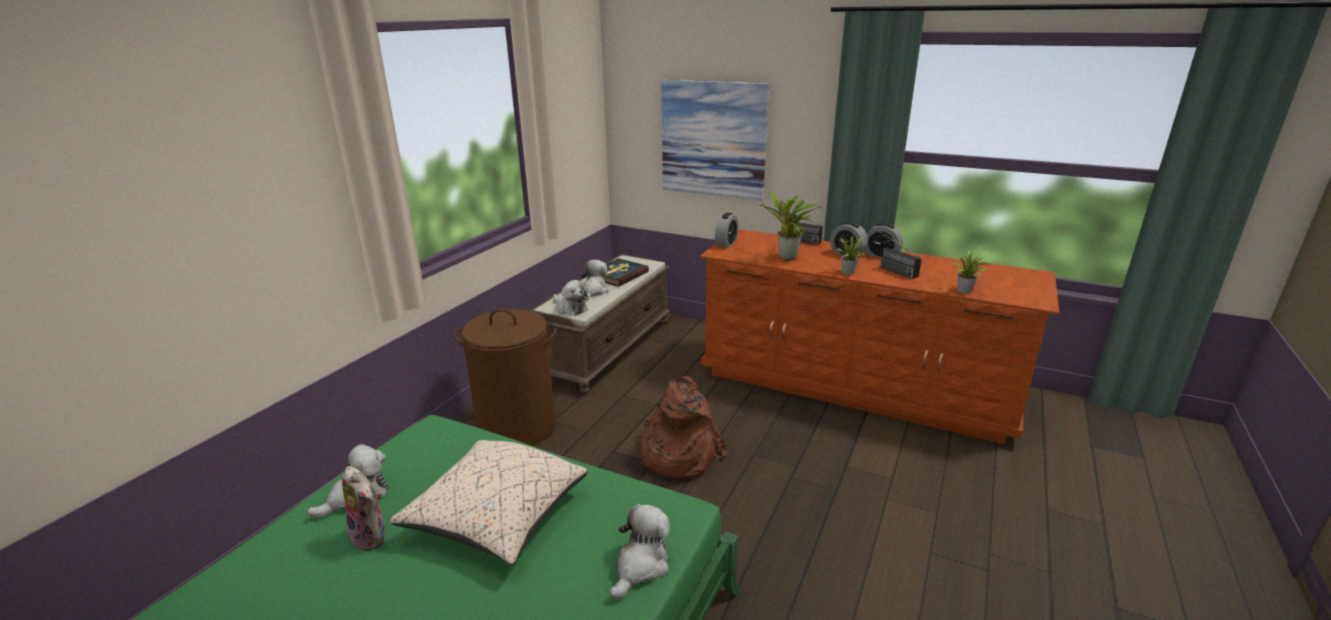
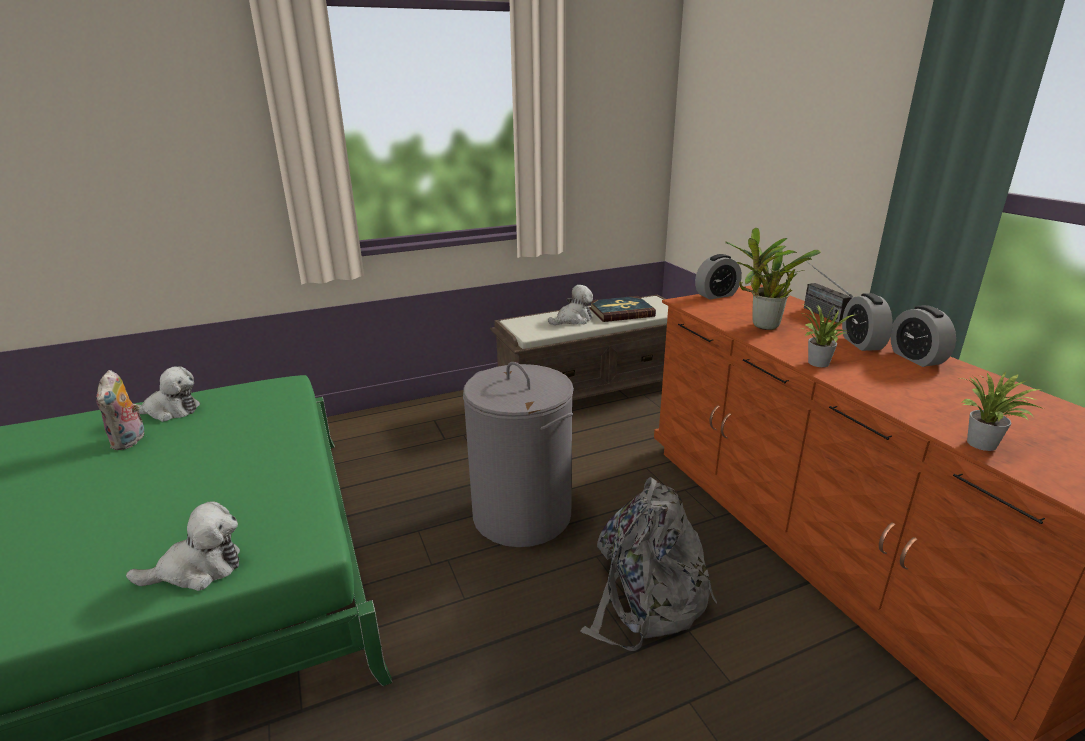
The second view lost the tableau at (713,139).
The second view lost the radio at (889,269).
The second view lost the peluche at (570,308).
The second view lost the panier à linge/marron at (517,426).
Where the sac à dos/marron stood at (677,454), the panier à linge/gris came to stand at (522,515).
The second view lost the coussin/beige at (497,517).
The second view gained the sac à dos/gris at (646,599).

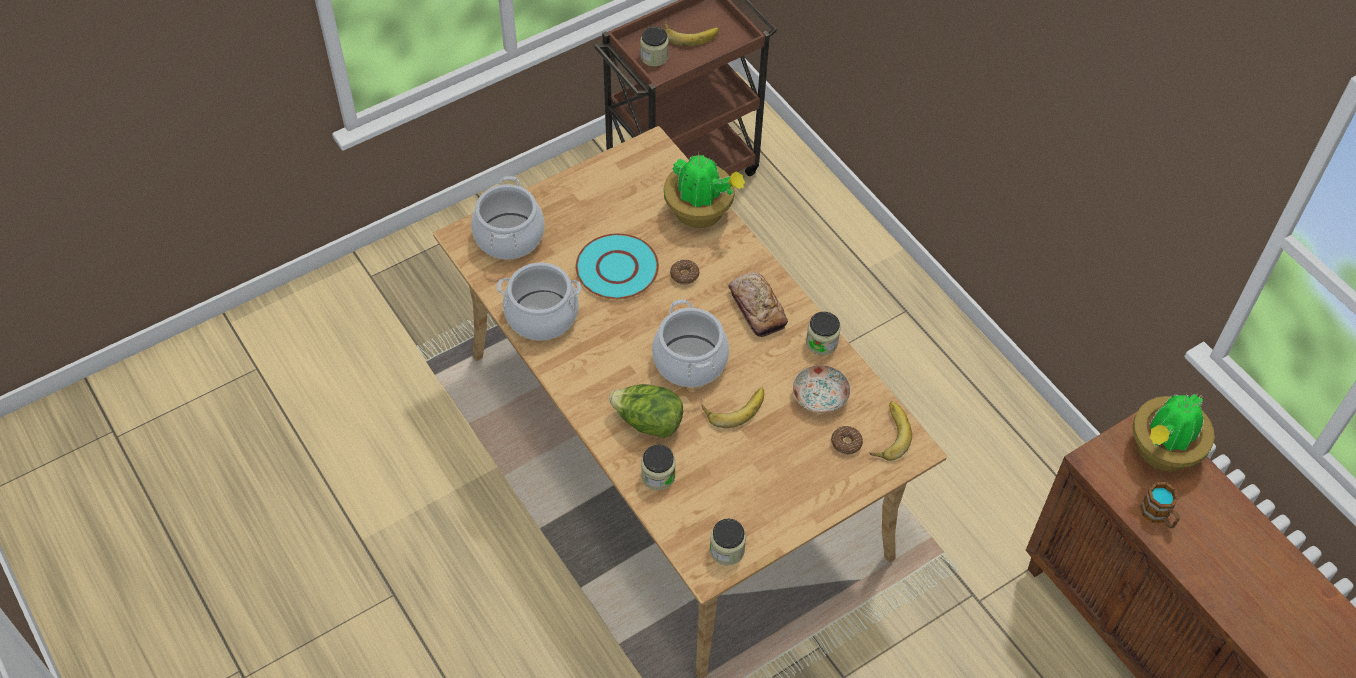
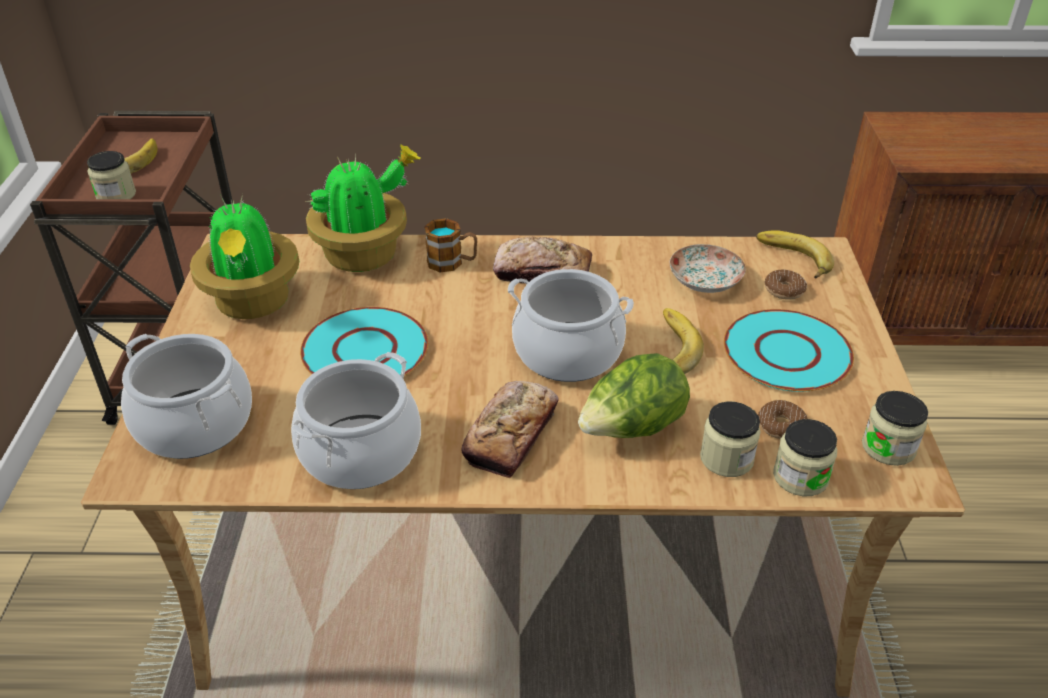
The beignet ended up elsewhere, having gone from (684,275) to (781,426).
The bocal ended up elsewhere, having gone from (821,342) to (800,477).
The plante en pot ended up elsewhere, having gone from (1162,451) to (253,303).
The mug ended up elsewhere, having gone from (1158,516) to (452,262).
The second view gained the assiette/turquoise at (786,353).
The second view gained the pain at (511,435).

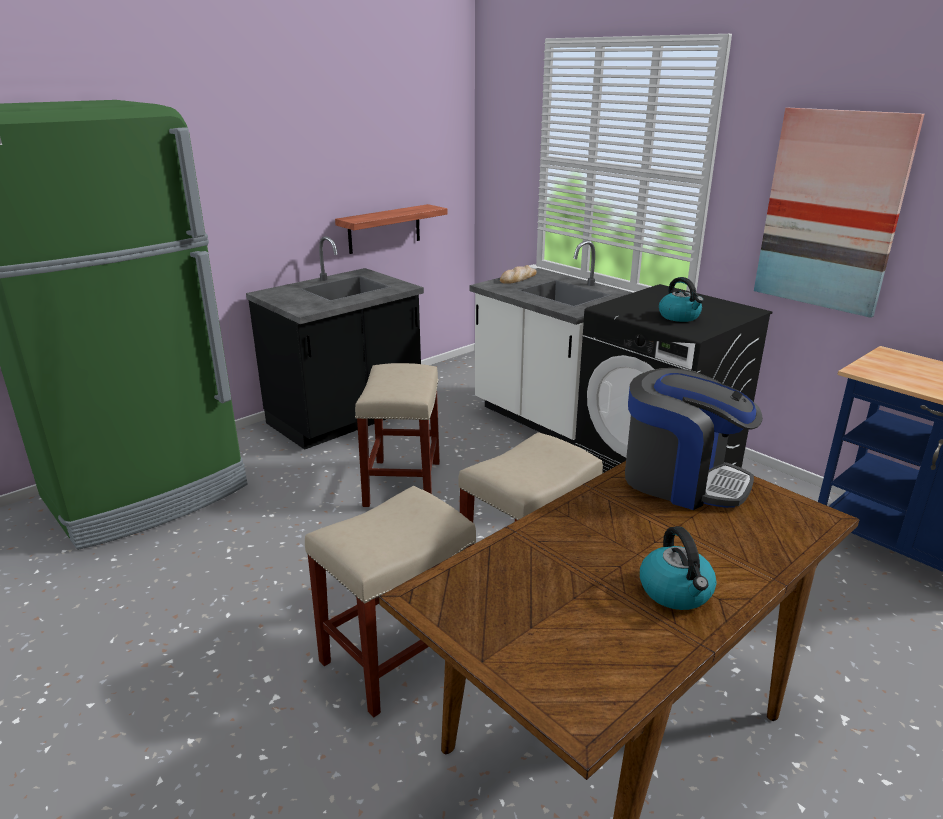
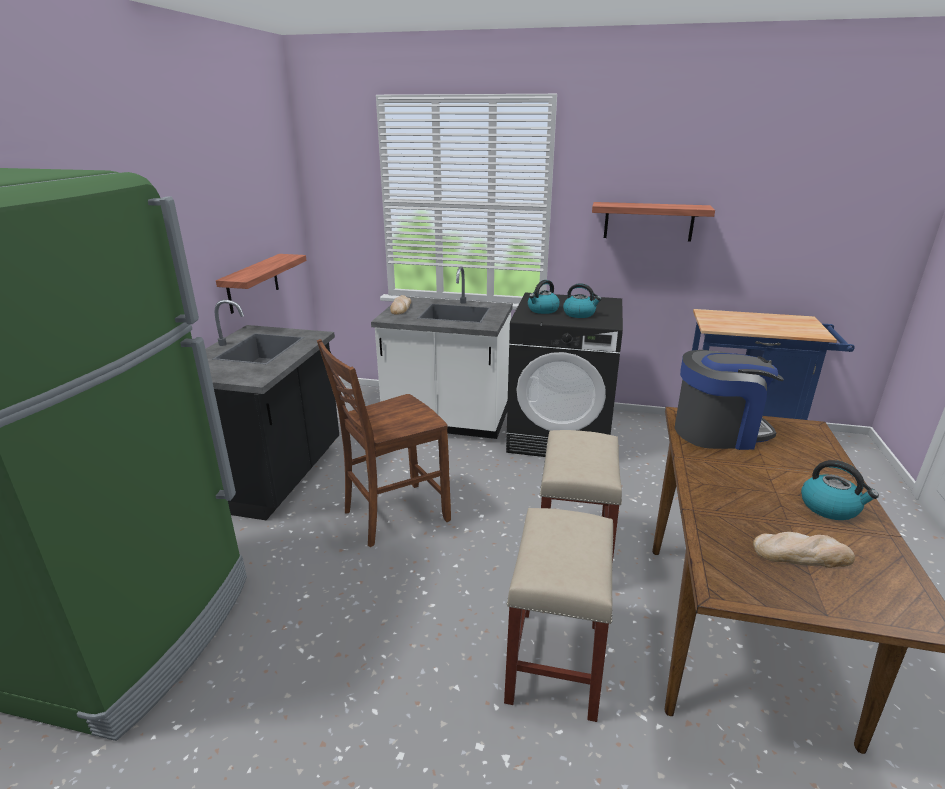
Where the tableau hung at (831,211), the étagère came to hang at (648,221).
Where the tabouret/beige stood at (402,482), the chaise/marron came to stand at (393,515).
The second view gained the bouilloire at (542,310).
The second view gained the pain at (801,554).

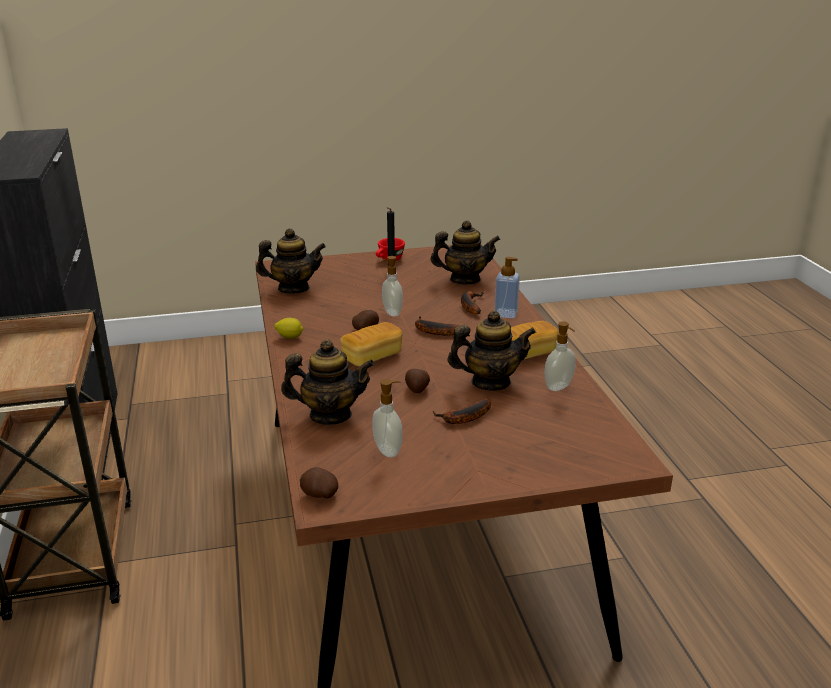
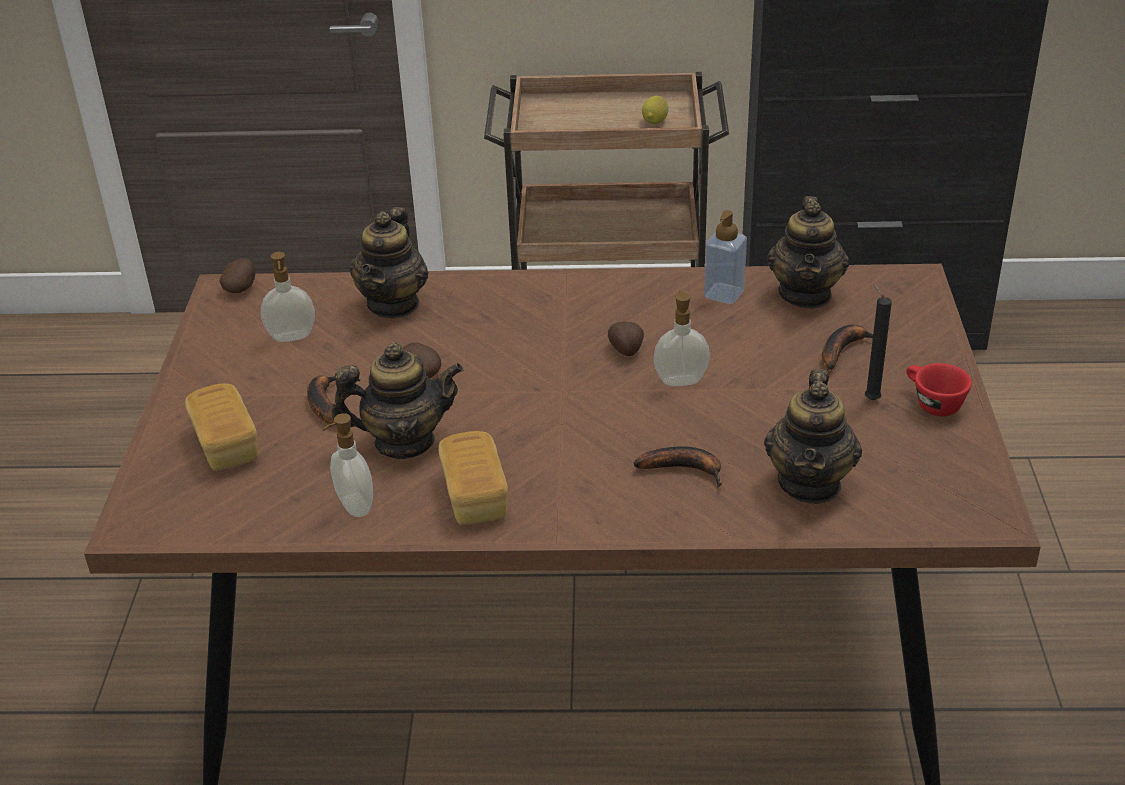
The distributeur de savon ended up elsewhere, having gone from (506,314) to (724,294).
The théière at (490,382) ended up facing another way, 105 degrees counterclockwise from before.
The banane ended up elsewhere, having gone from (433,331) to (844,349).
The citron ended up elsewhere, having gone from (290,337) to (655,121).
The pain ended up elsewhere, having gone from (372,356) to (226,444).

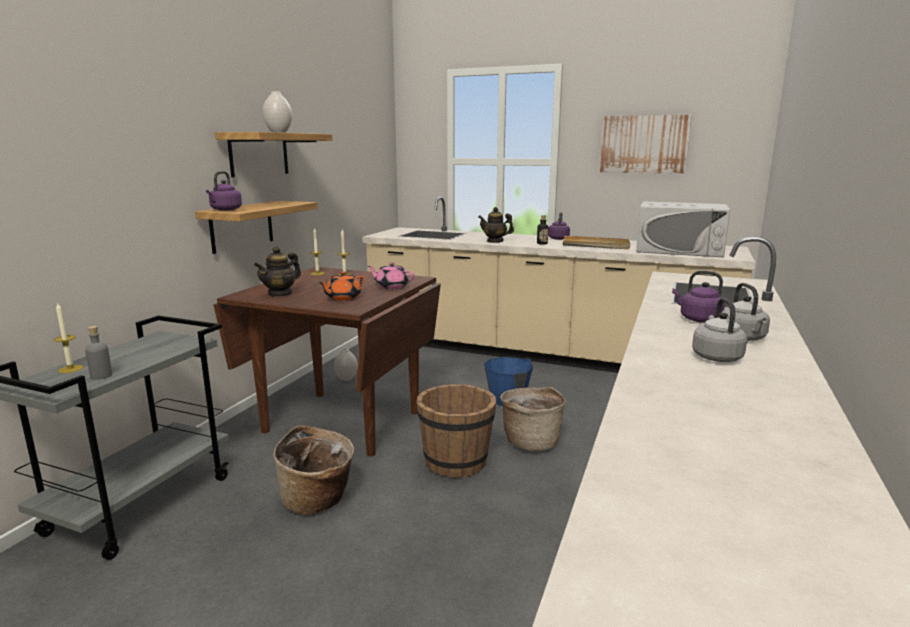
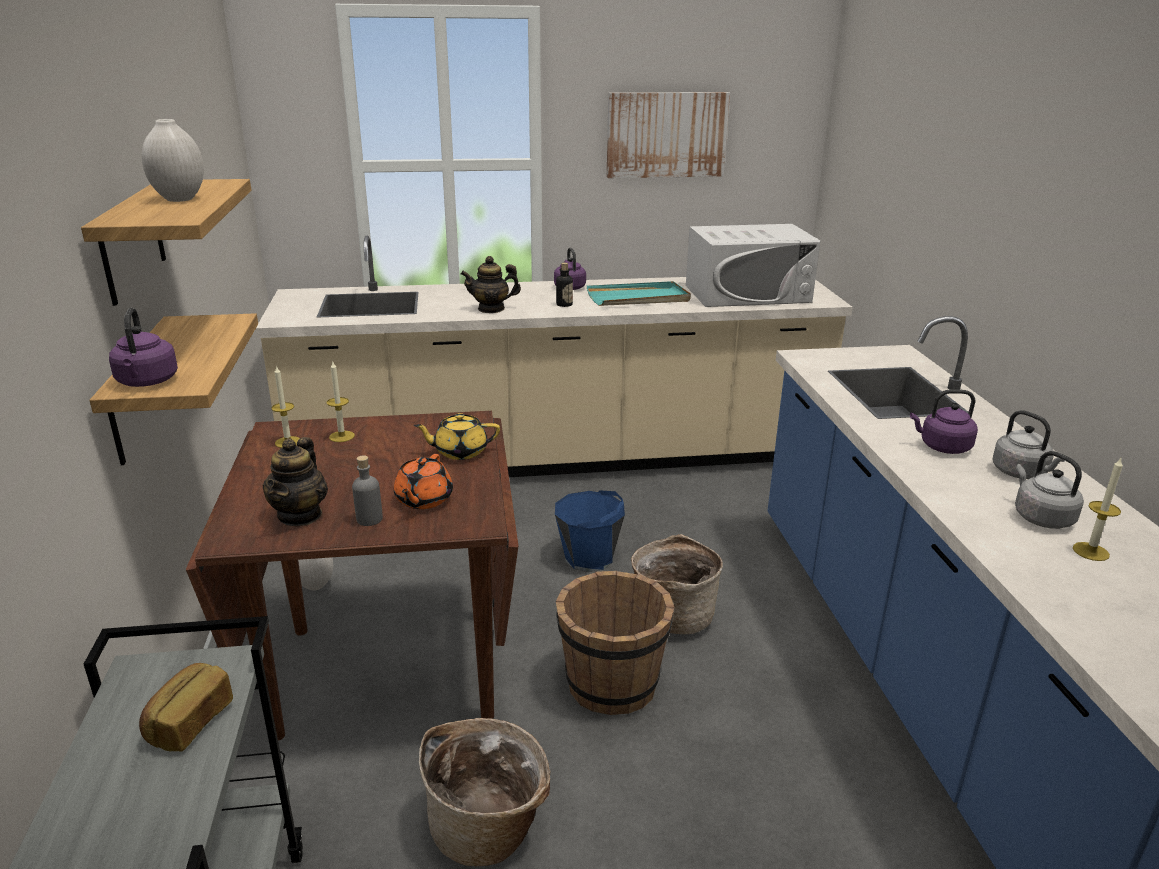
What was the plateau/beige at (596,245) turned into the plateau/turquoise at (638,298).
What was the théière/rose at (391,287) turned into the théière/jaune at (460,451).
The bougie ended up elsewhere, having gone from (70,369) to (1090,551).
The bouteille/gris ended up elsewhere, having gone from (101,376) to (369,519).
The second view gained the pain at (189,722).

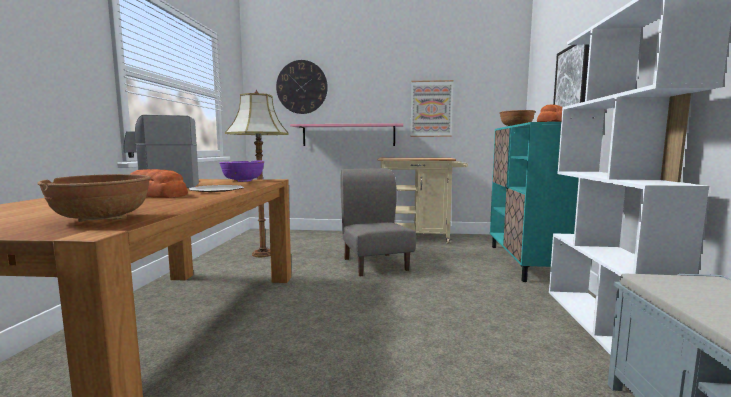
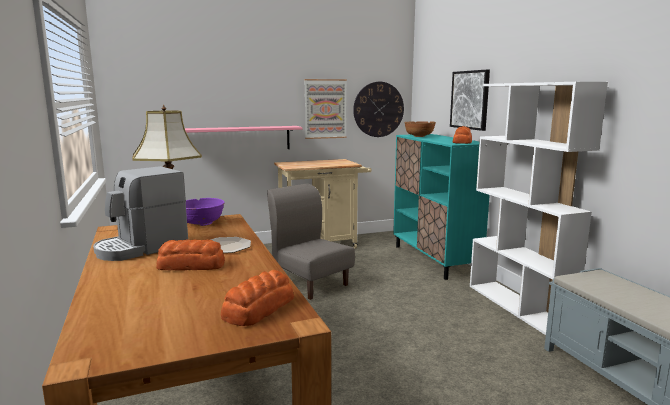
The horloge murale ended up elsewhere, having gone from (302,87) to (378,109).
Where the bol/marron stood at (102,219), the pain came to stand at (258,308).

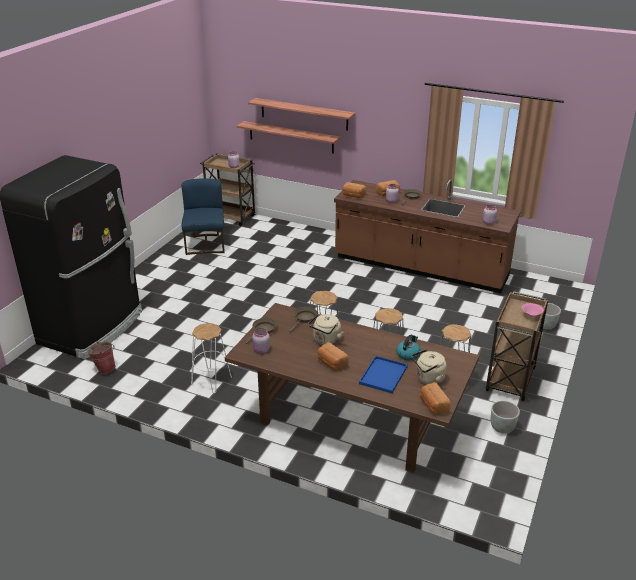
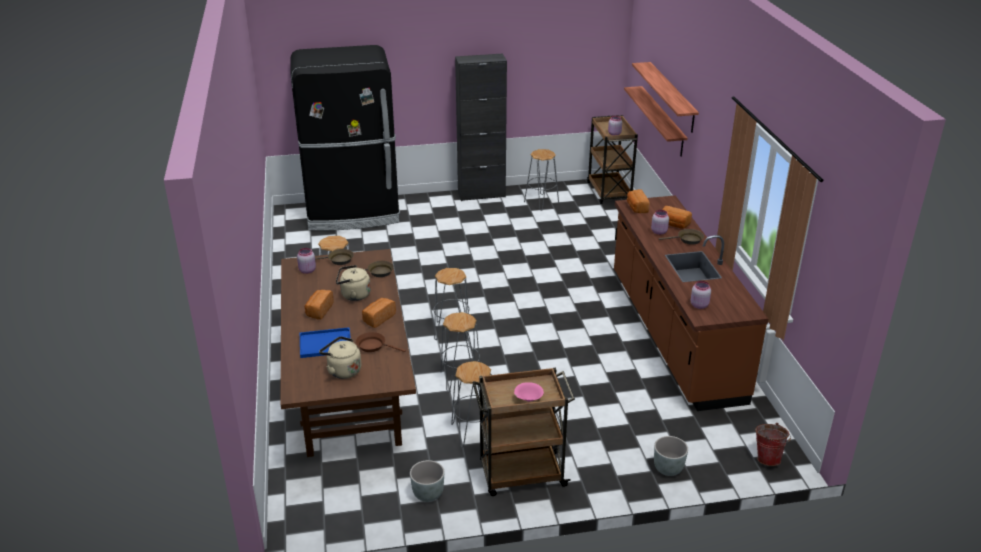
Where the chaise/bleu stood at (205,244), the tabouret/gris came to stand at (541,202).
Where the bouilloire stood at (408,354), the poêle/marron came to stand at (373,346).
The seau ended up elsewhere, having gone from (104,368) to (768,457).
The pain ended up elsewhere, having gone from (433,405) to (378,318).
The second view gained the meuble de rangement/noir at (481,194).

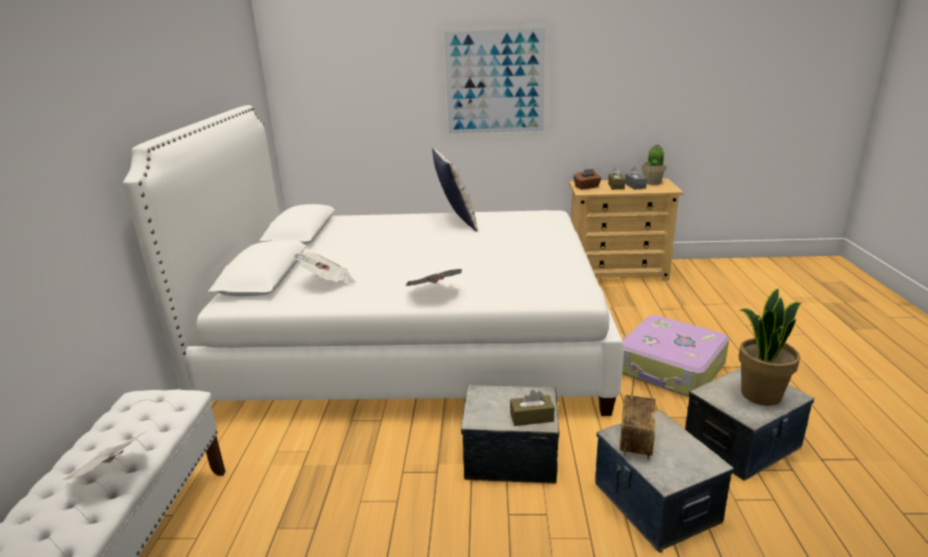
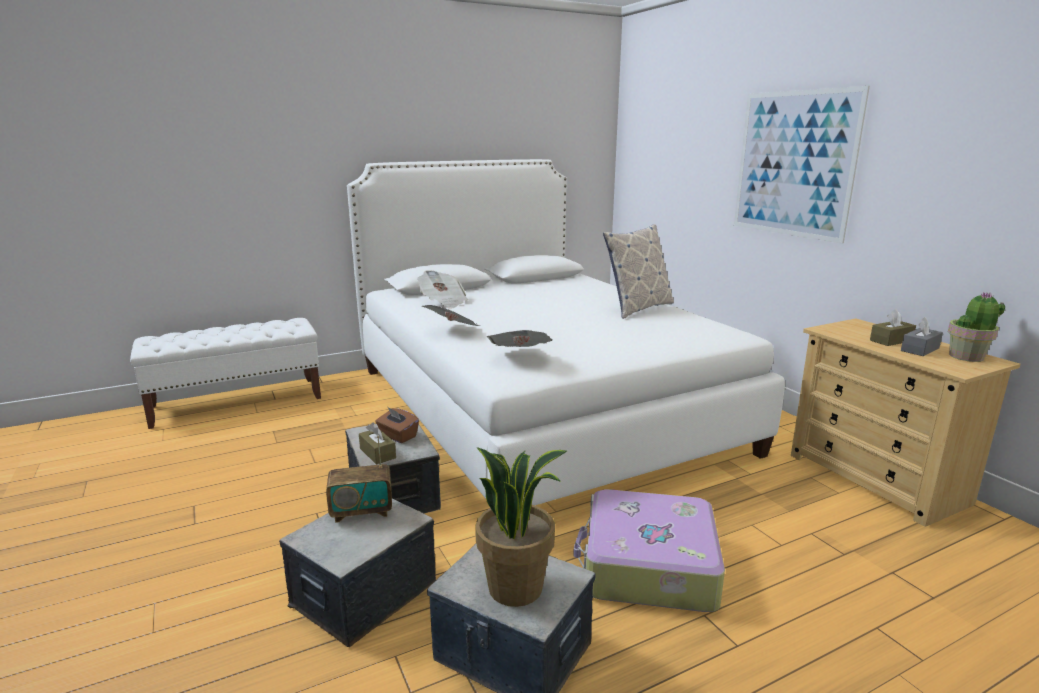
The boîte à mouchoirs/marron ended up elsewhere, having gone from (587,187) to (397,436).
The journal ended up elsewhere, having gone from (112,473) to (520,356).

